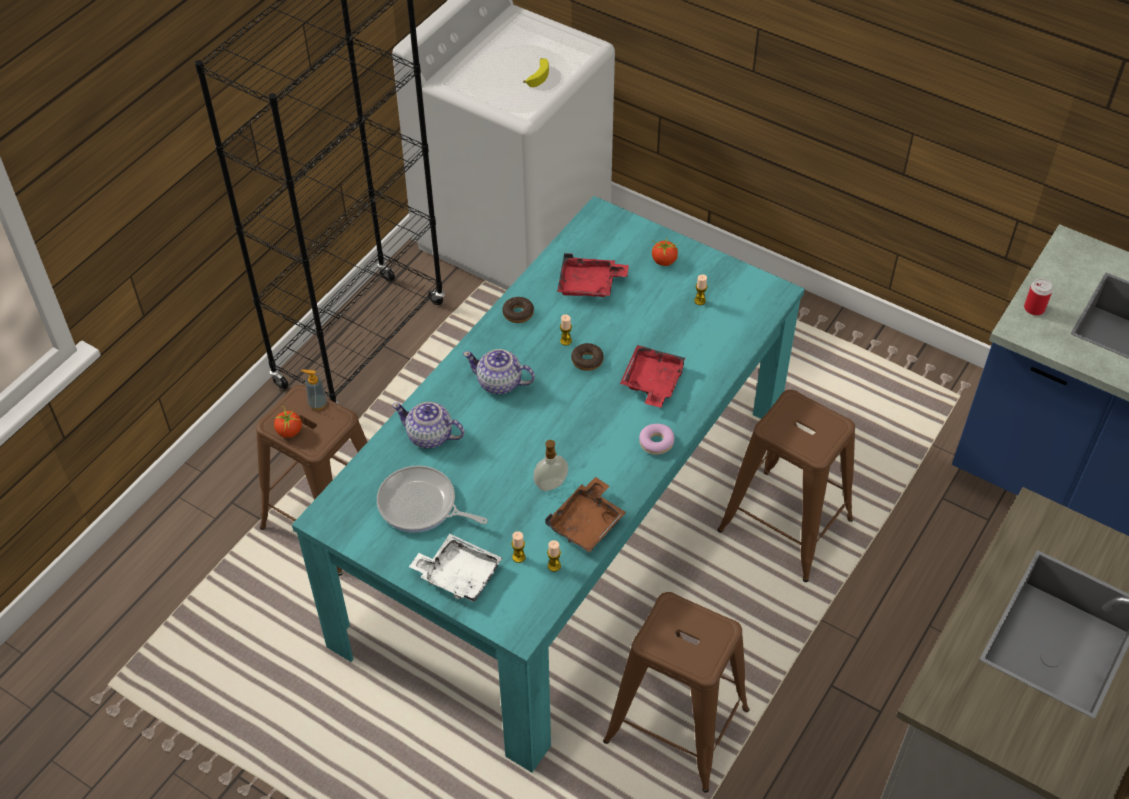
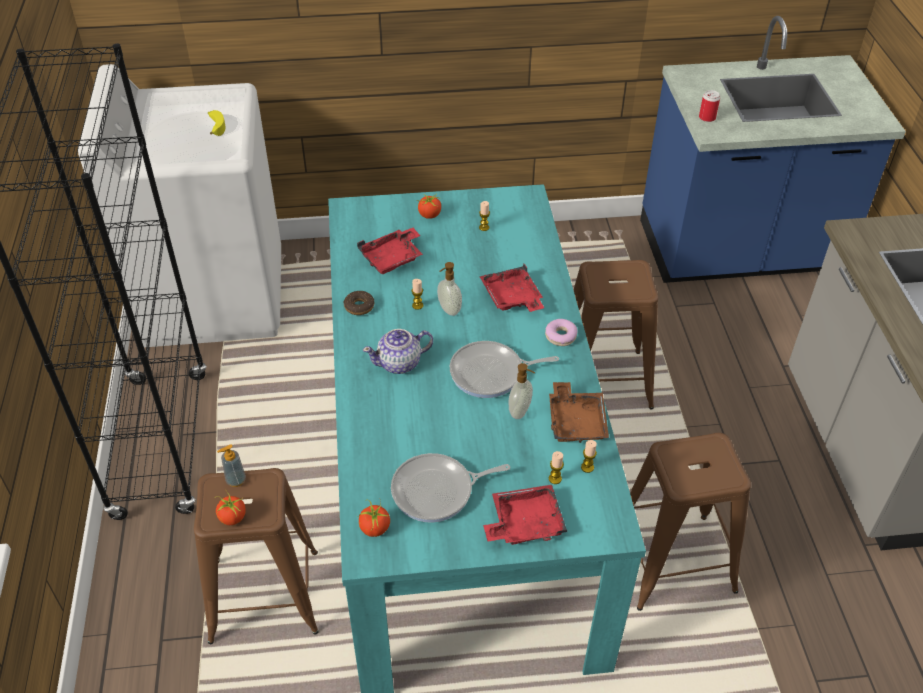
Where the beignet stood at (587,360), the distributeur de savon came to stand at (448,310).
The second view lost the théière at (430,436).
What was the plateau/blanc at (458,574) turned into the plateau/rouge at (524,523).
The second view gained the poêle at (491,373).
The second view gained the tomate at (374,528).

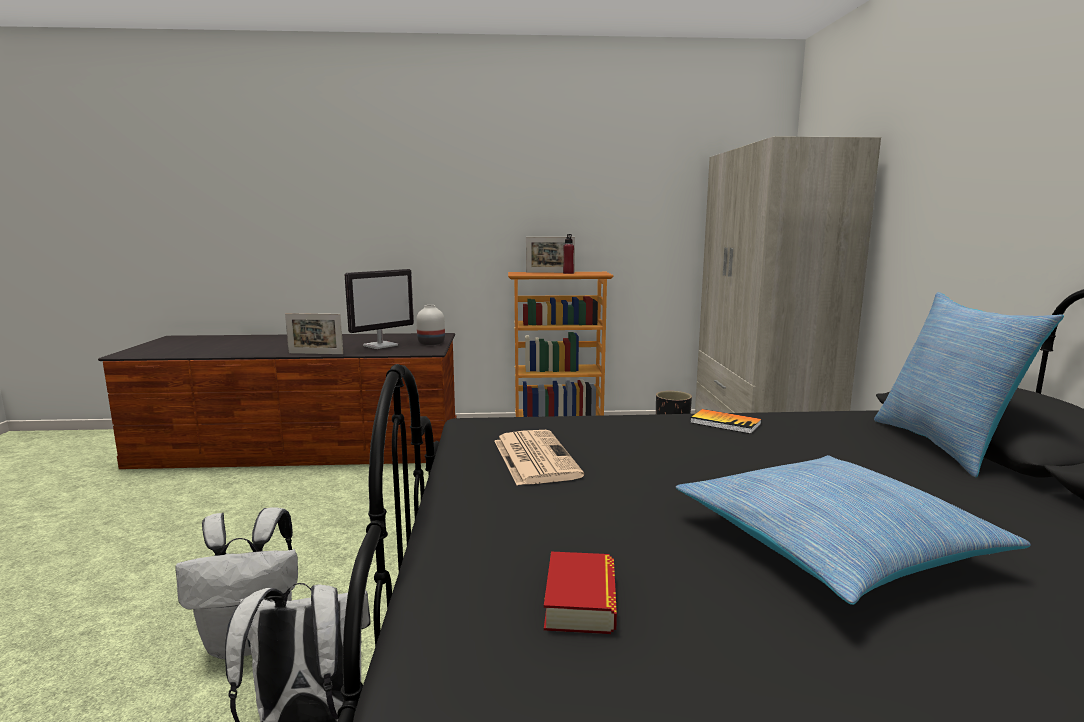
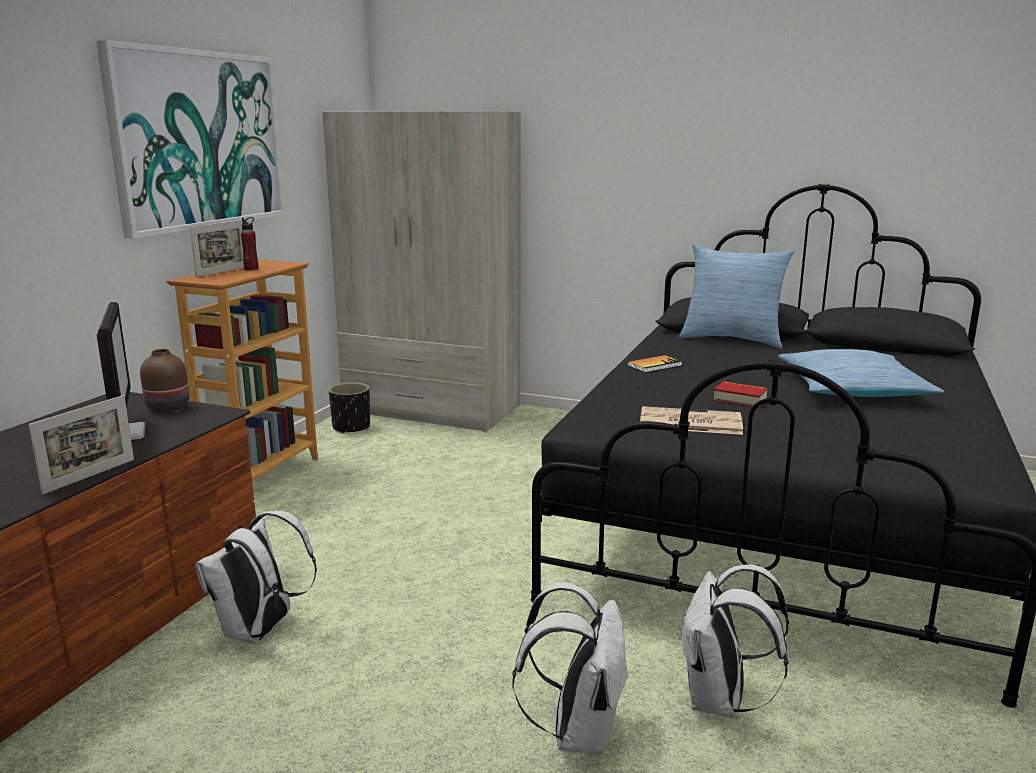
What was the vase/blanc at (432,343) turned into the vase/marron at (168,407).
The livre ended up elsewhere, having gone from (580,601) to (740,399).
The second view gained the tableau at (199,140).
The second view gained the sac à dos/blanc at (260,631).

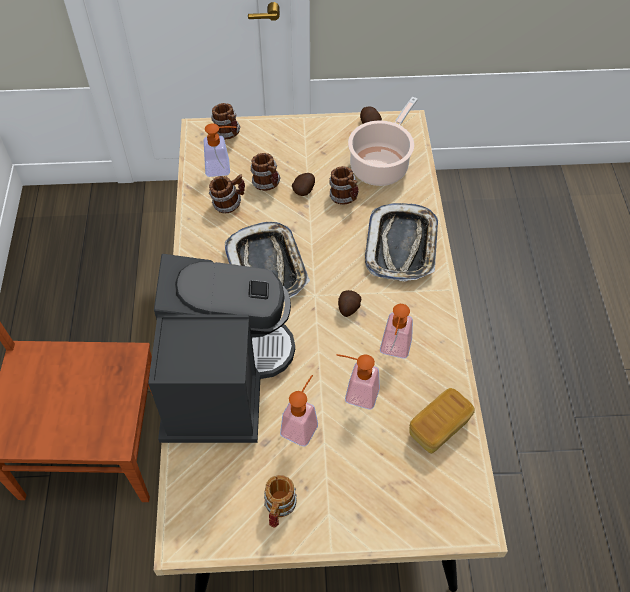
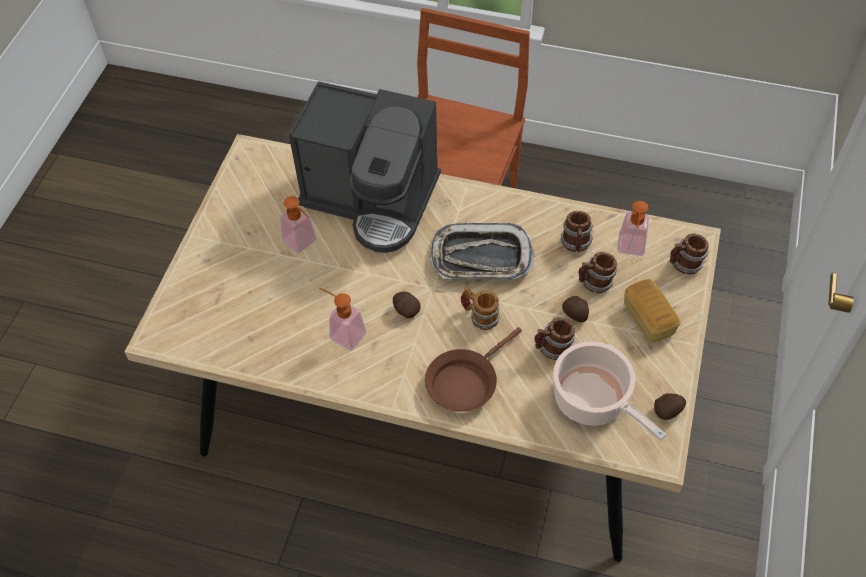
Where the plateau stood at (402,246), the poêle/marron came to stand at (465,382).
The second view lost the distributeur de savon at (355,393).
The pain ended up elsewhere, having gone from (439,427) to (648,319).
The mug ended up elsewhere, having gone from (279,509) to (479,316).

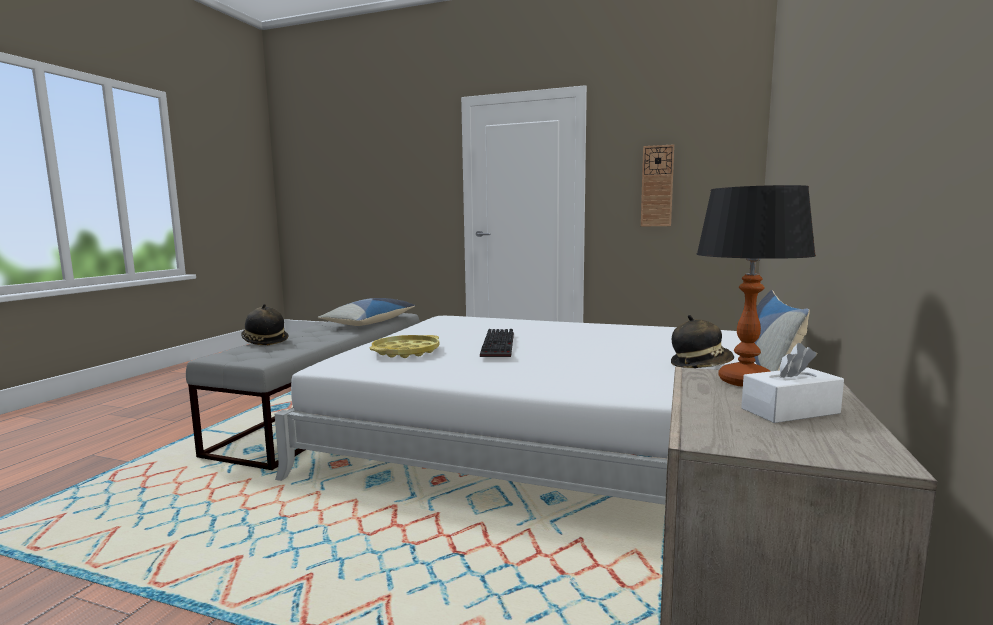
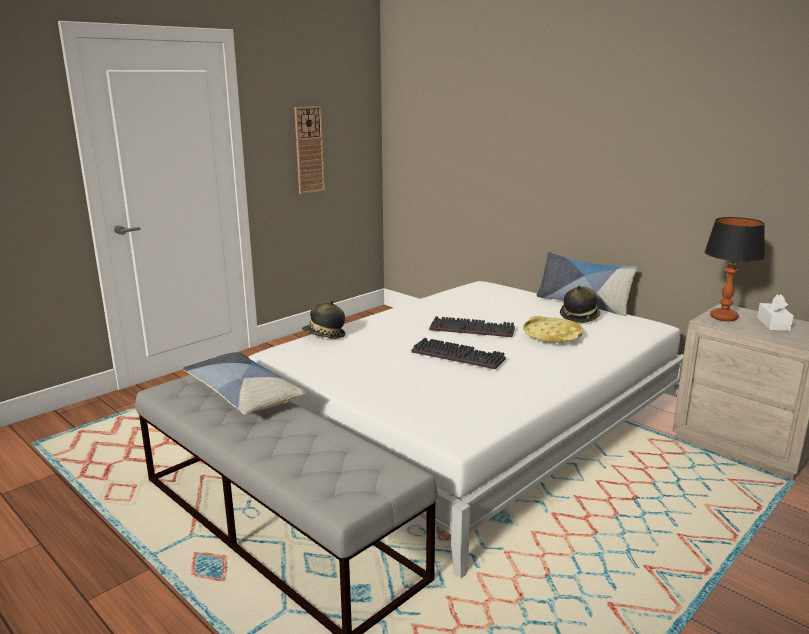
The chapeau ended up elsewhere, having gone from (264,341) to (324,336).
The plateau/jaune ended up elsewhere, having gone from (406,352) to (552,335).
The second view gained the clavier at (473,329).

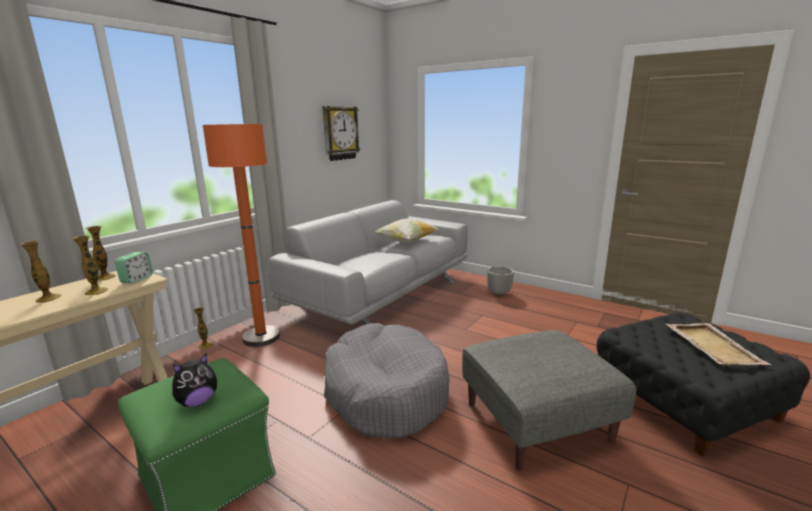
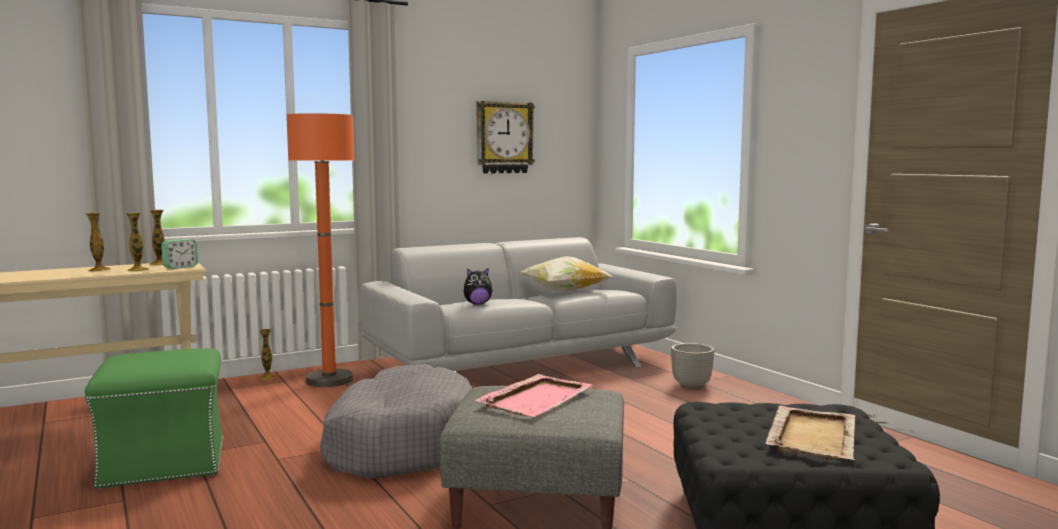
The peluche ended up elsewhere, having gone from (197,402) to (477,304).
The second view gained the plateau/rose at (537,399).

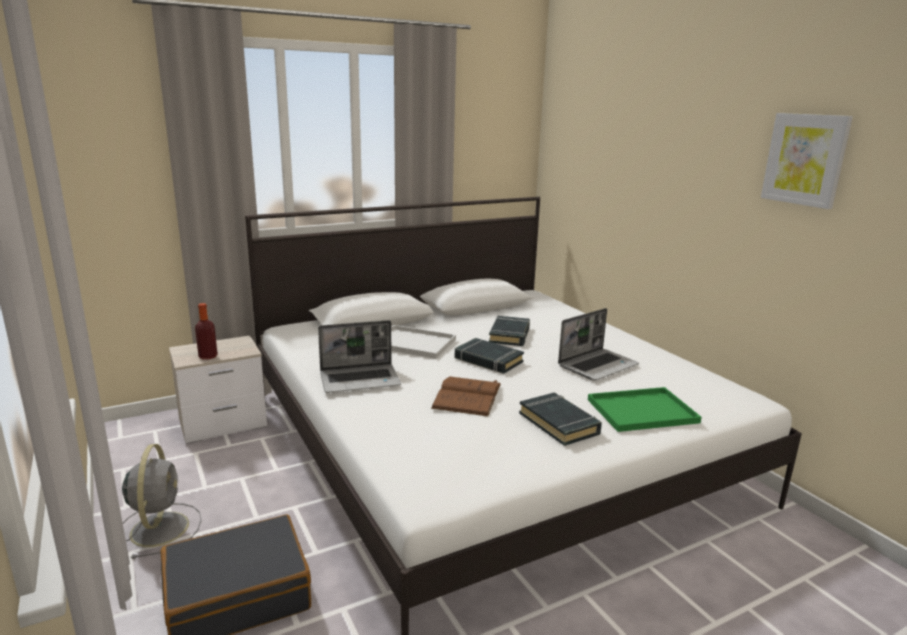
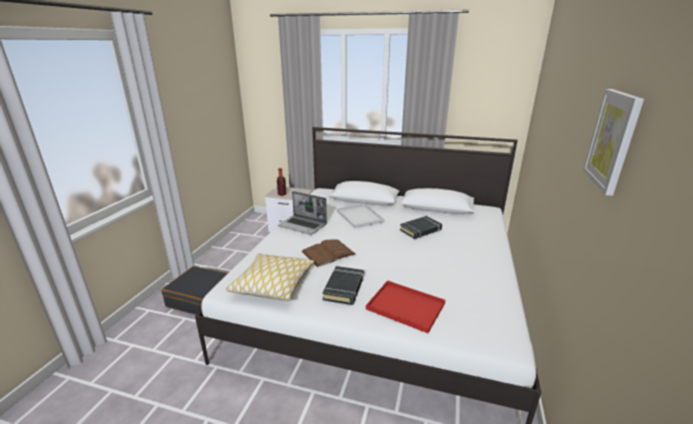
The second view lost the ordinateur portable at (598,365).
The second view lost the livre/noir at (488,360).
What was the plateau/vert at (641,411) turned into the plateau/rouge at (404,306).
The second view lost the ventilateur/gris at (160,527).
The second view gained the coussin at (273,284).

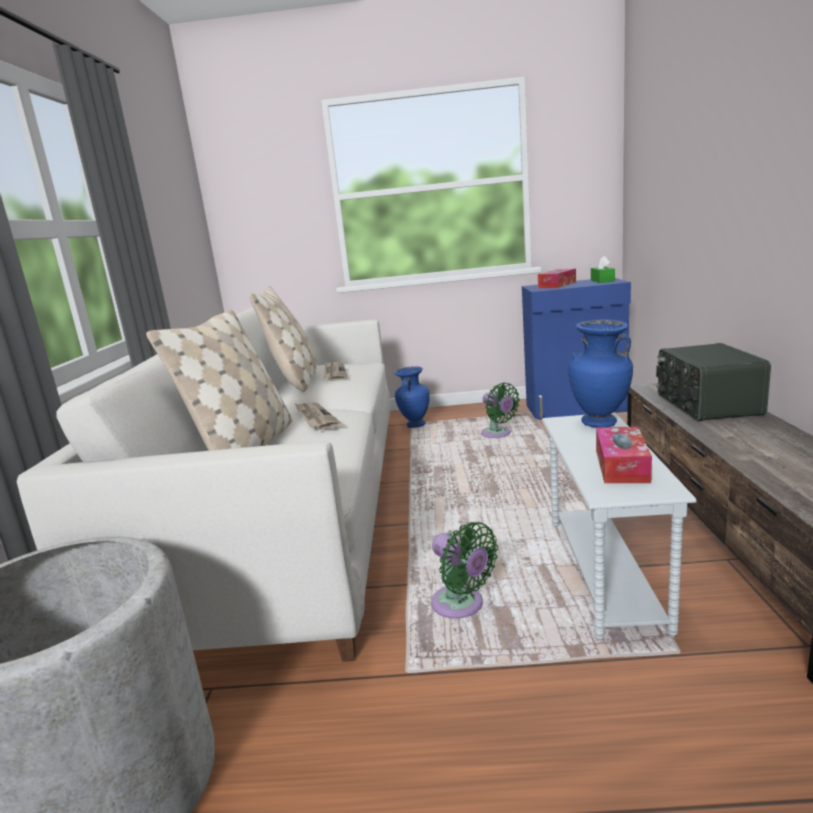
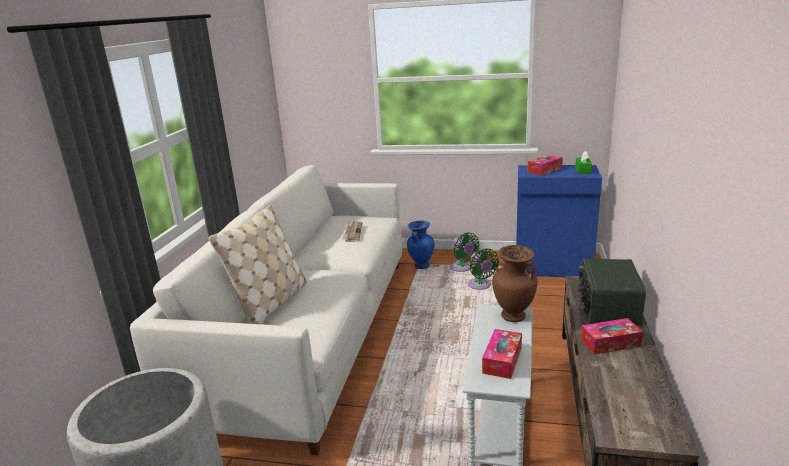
The second view lost the coussin/beige at (295,381).
What was the vase/bleu at (599,423) turned into the vase/marron at (513,317).
The second view lost the journal at (315,418).
The ventilateur/vert ended up elsewhere, having gone from (461,606) to (462,268).
The second view gained the boîte à mouchoirs at (610,343).

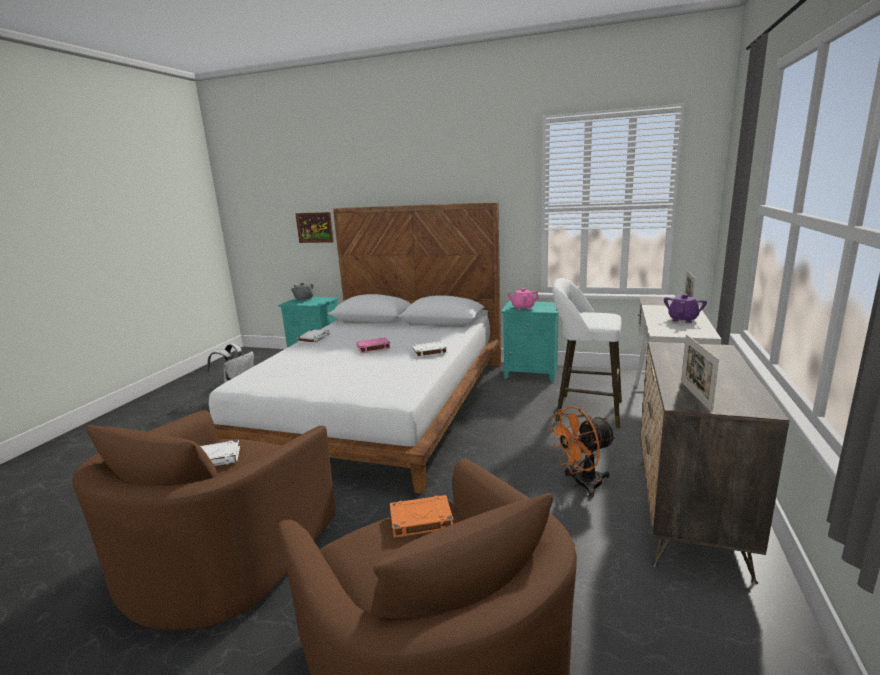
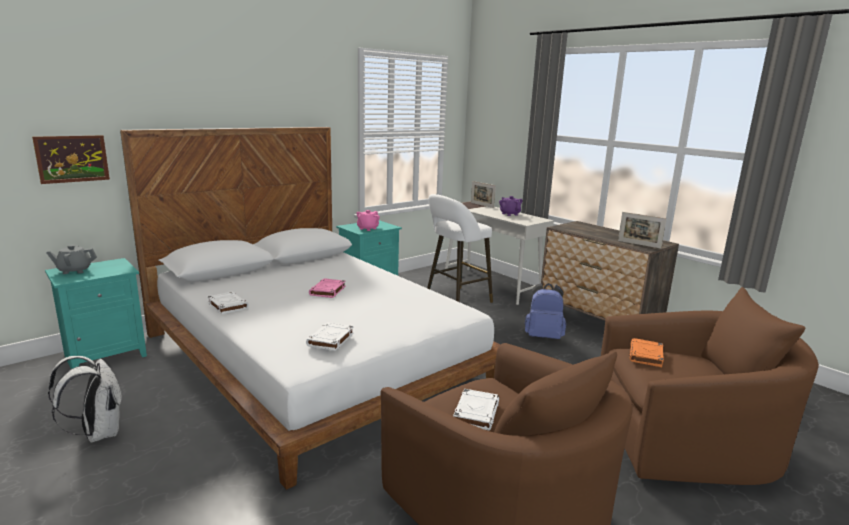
The livre/blanc ended up elsewhere, having gone from (429,352) to (330,340).
Where the ventilateur/orange stood at (581,484), the sac à dos/bleu came to stand at (543,336).

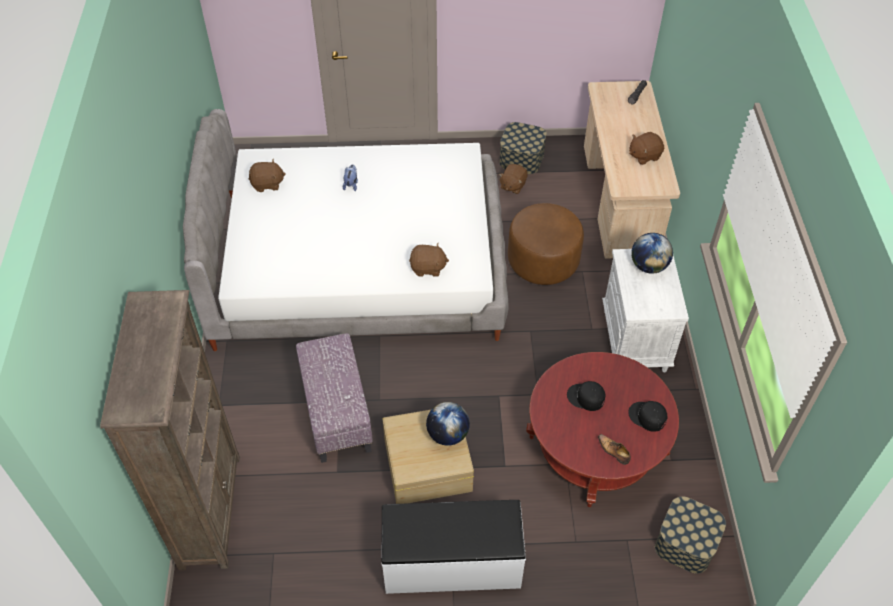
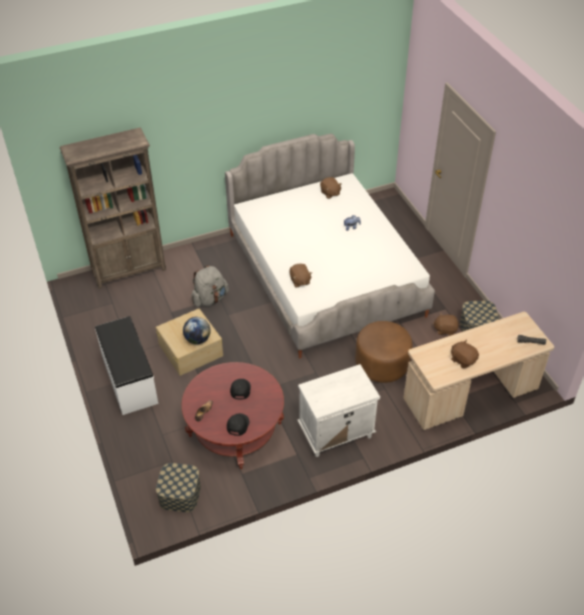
The second view lost the globe at (648,266).
Where the pouf stood at (336,413), the sac à dos/gris came to stand at (210,299).

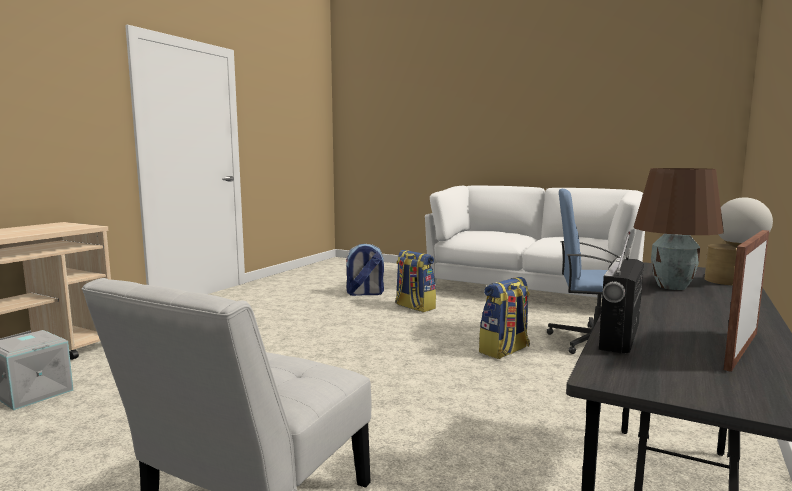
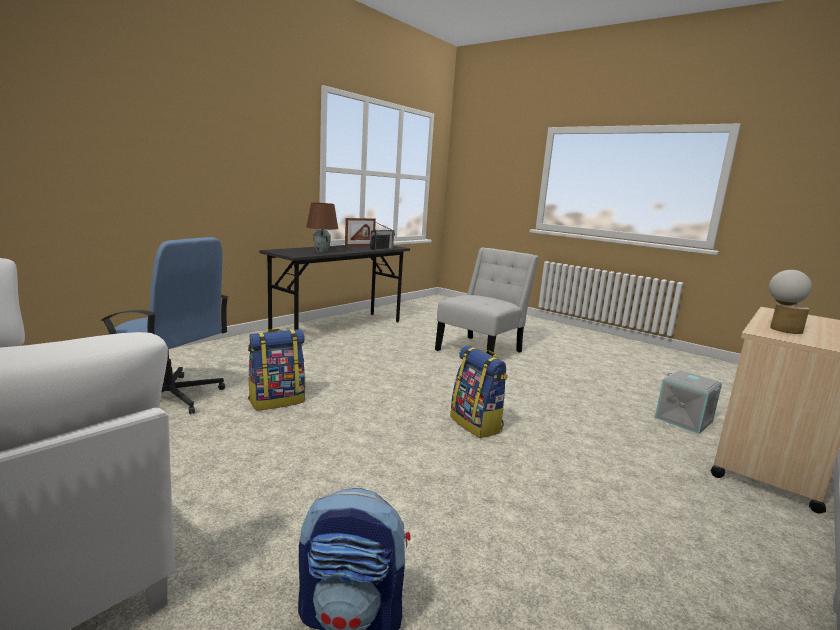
The lampe de table ended up elsewhere, having gone from (733,282) to (781,329).
The sac à dos ended up elsewhere, having gone from (414,307) to (476,424).

